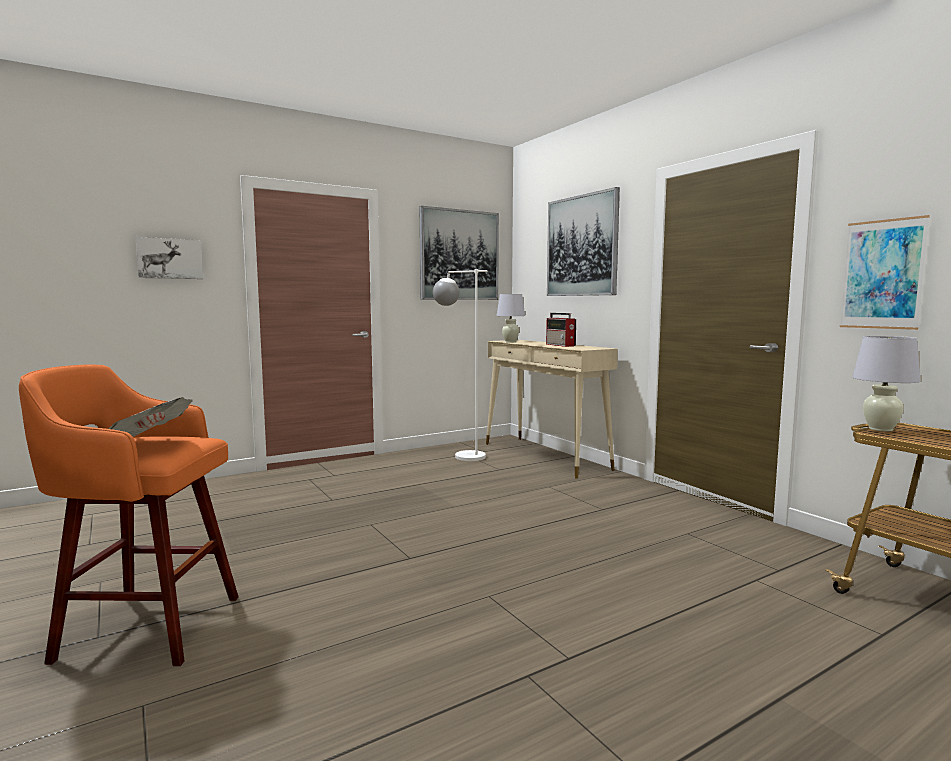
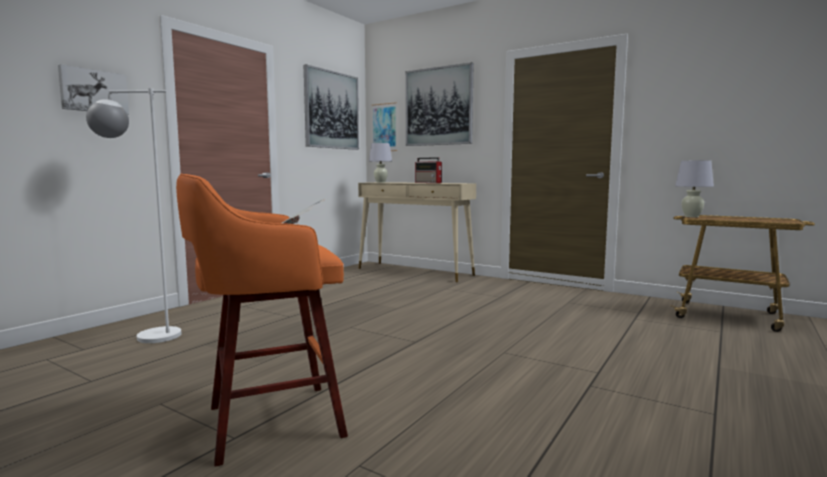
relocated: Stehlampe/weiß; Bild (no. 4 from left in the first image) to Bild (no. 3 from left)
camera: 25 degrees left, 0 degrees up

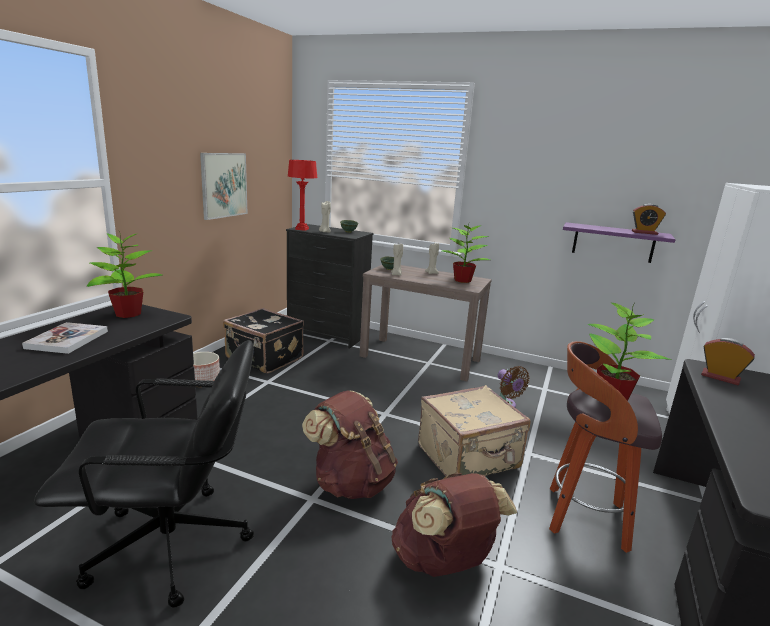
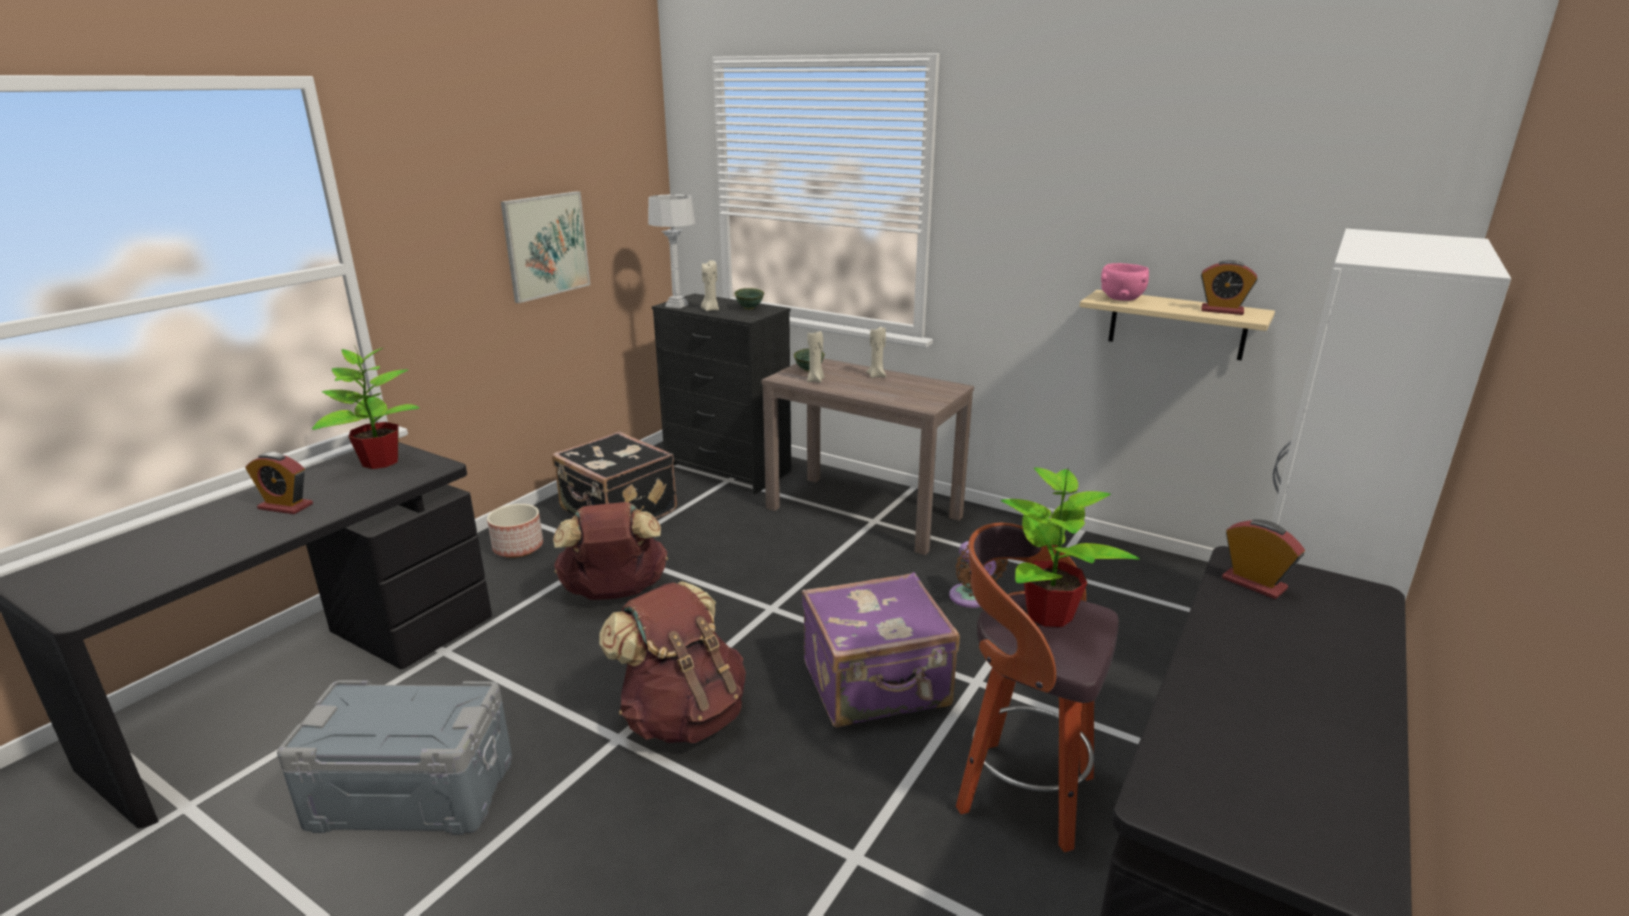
missing: Topfpflanze (no. 2 from left)
appeared: Schüssel/rosa
relocated: Rucksack/braun (no. 2 from left in the first image) to Rucksack/braun (no. 1 from left)
exchanged: Buch to Wecker (no. 1 from left); Bürostuhl/schwarz to Aufbewahrungsbox/grau
colour: Tischlampe/rot to Tischlampe/grau; Koffer/beige to Koffer/lila; Wandregal/lila to Wandregal/beige
camera: 10 degrees right, 5 degrees up

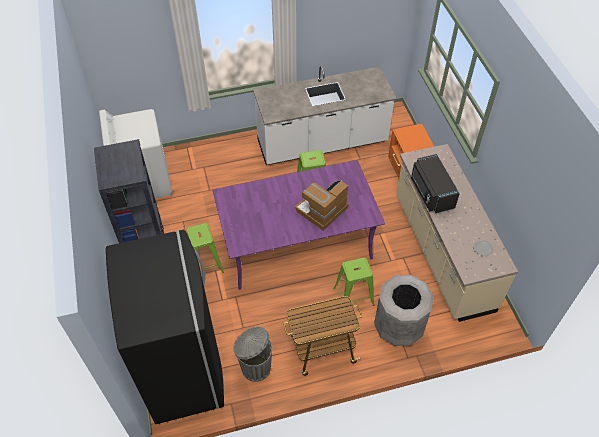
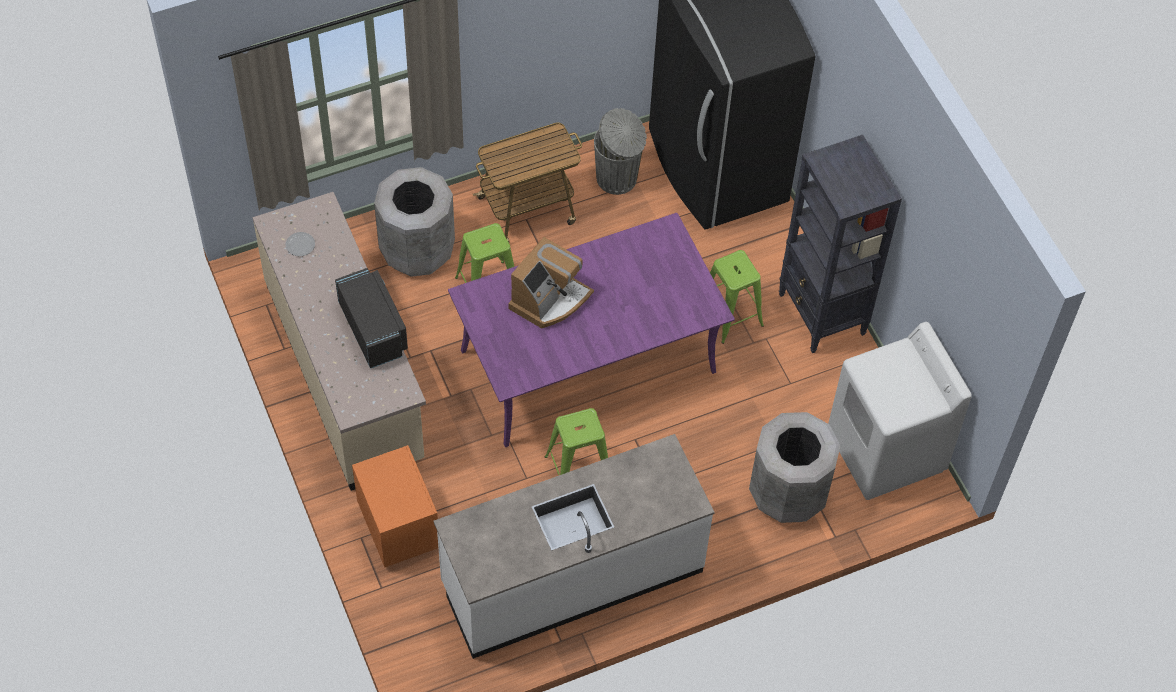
appeared: Mülleimer/grau (no. 3 from left)
camera: 170 degrees right, 5 degrees up

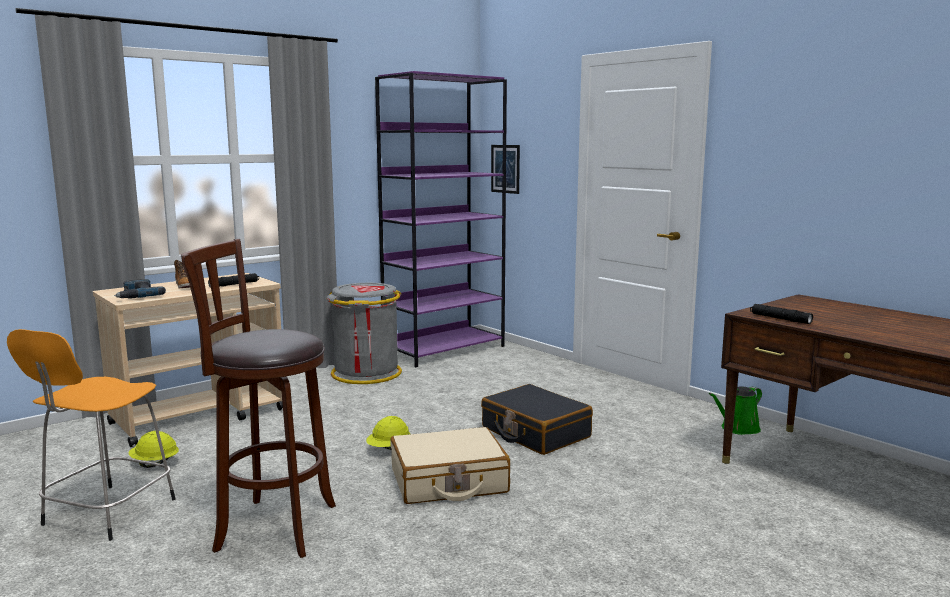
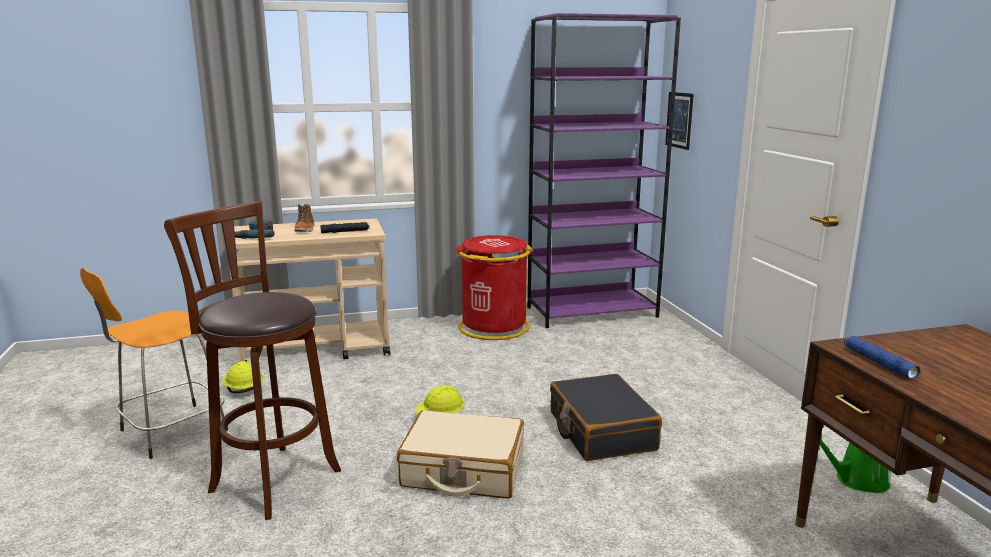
colour: Mülleimer/grau to Mülleimer/rot; Taschenlampe/schwarz (no. 2 from left) to Taschenlampe/blau
camera: 25 degrees right, 5 degrees up

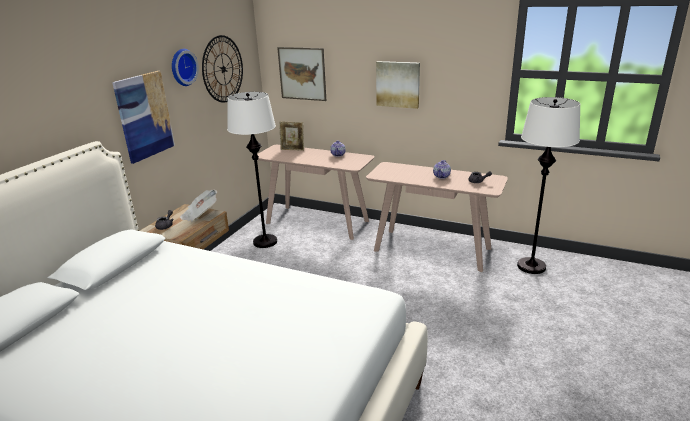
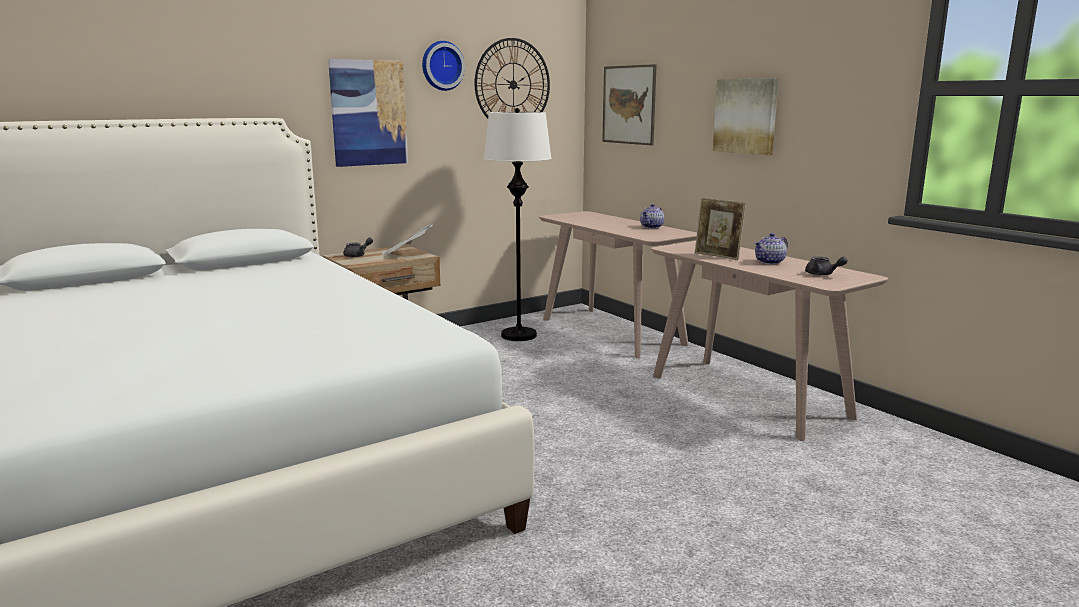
missing: Stehlampe/weiß (no. 2 from left)
relocated: Bilderrahmen
camera: 30 degrees right, 10 degrees down

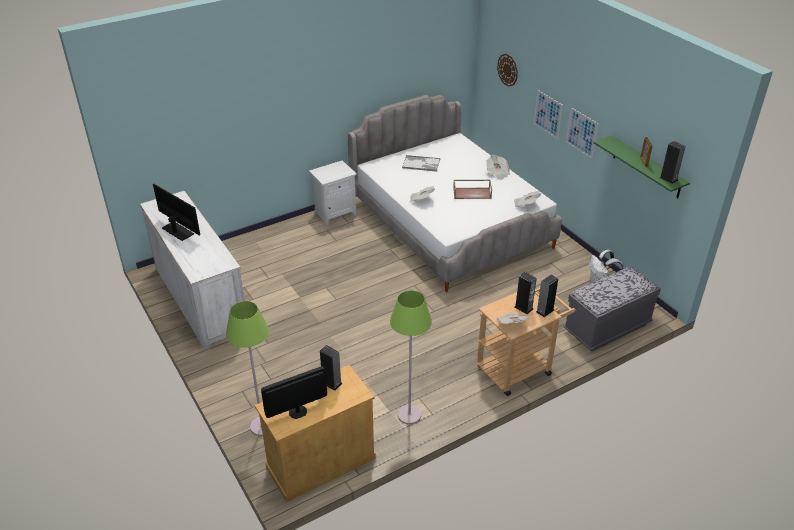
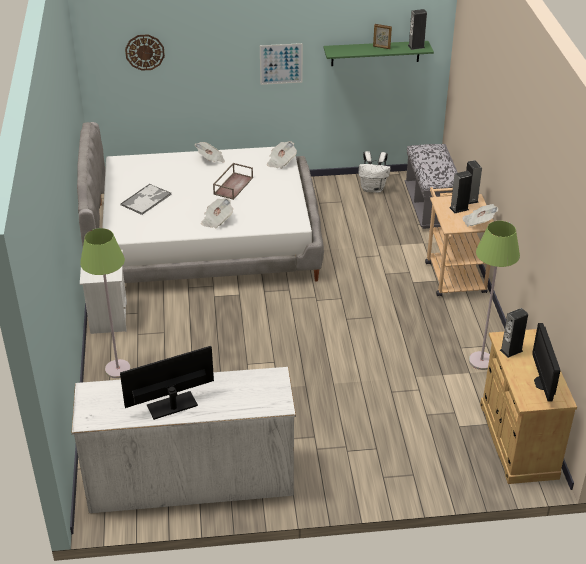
missing: Bild (no. 1 from left)
relocated: Stehlampe/grün (no. 1 from left)
camera: 65 degrees left, 0 degrees up

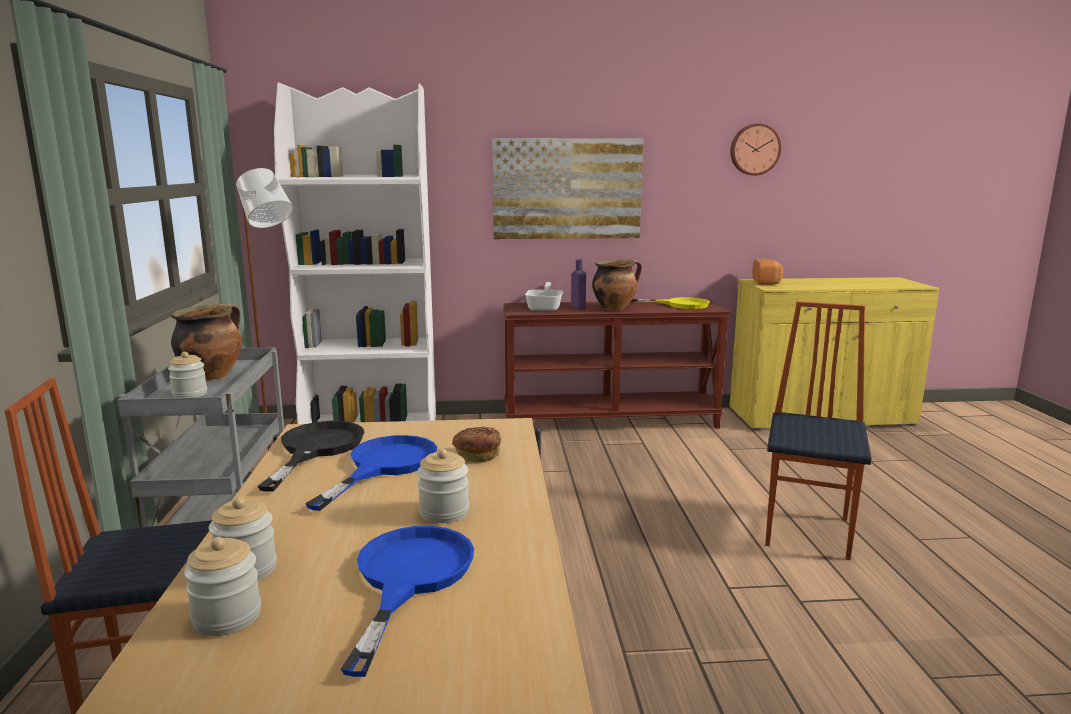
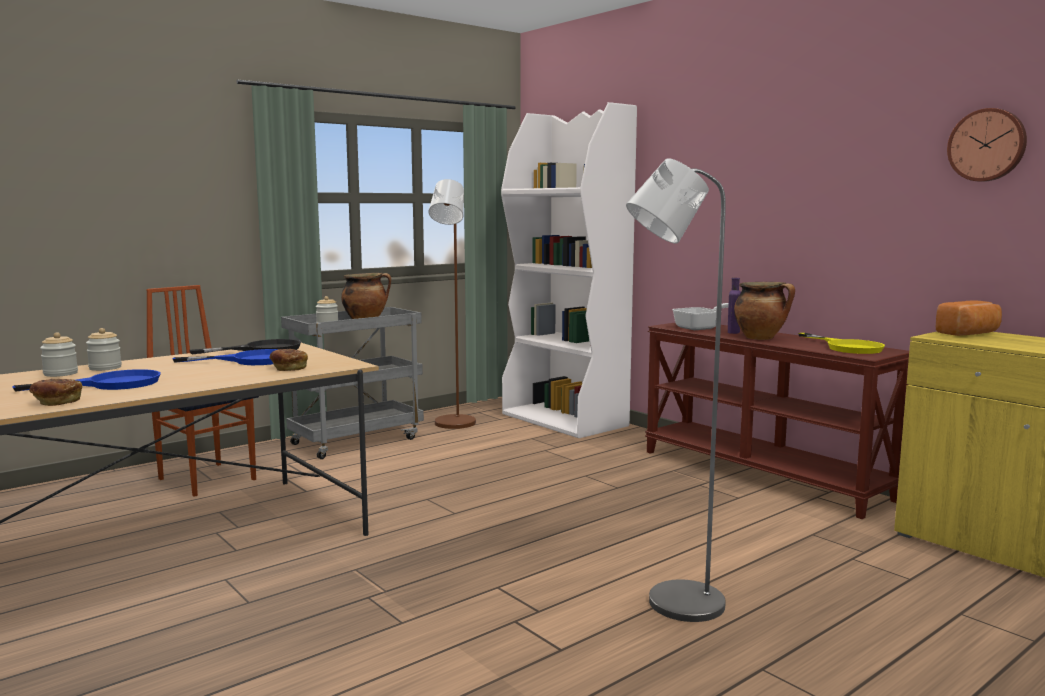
missing: Vorratsglas (no. 4 from left); Bild
appeared: Brot (no. 1 from left)
exchanged: Stuhl (no. 2 from left) to Stehlampe/grau
camera: 55 degrees right, 5 degrees down

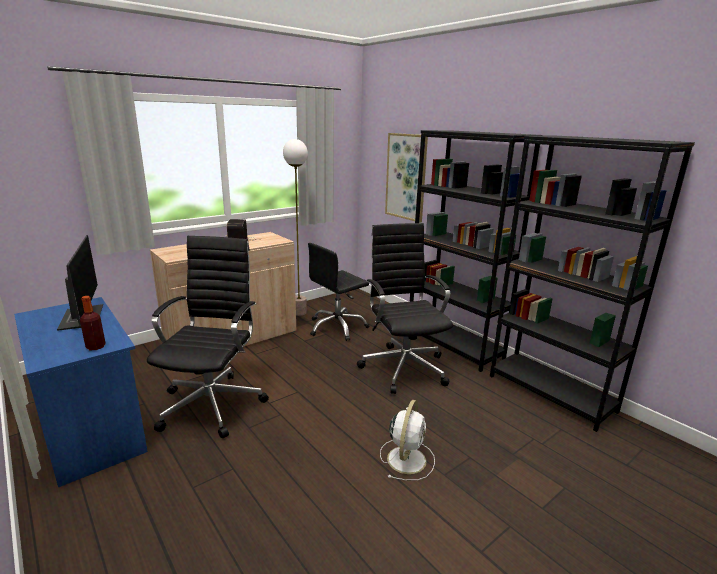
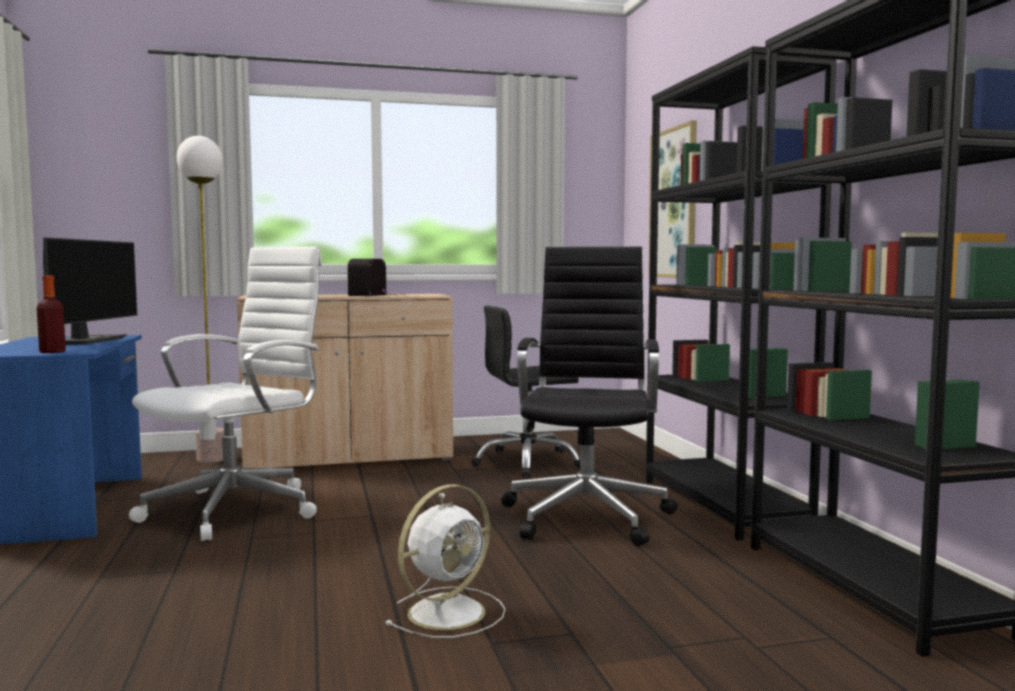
relocated: Stehlampe
colour: Bürostuhl/schwarz (no. 1 from left) to Bürostuhl/weiß
camera: 25 degrees right, 15 degrees down

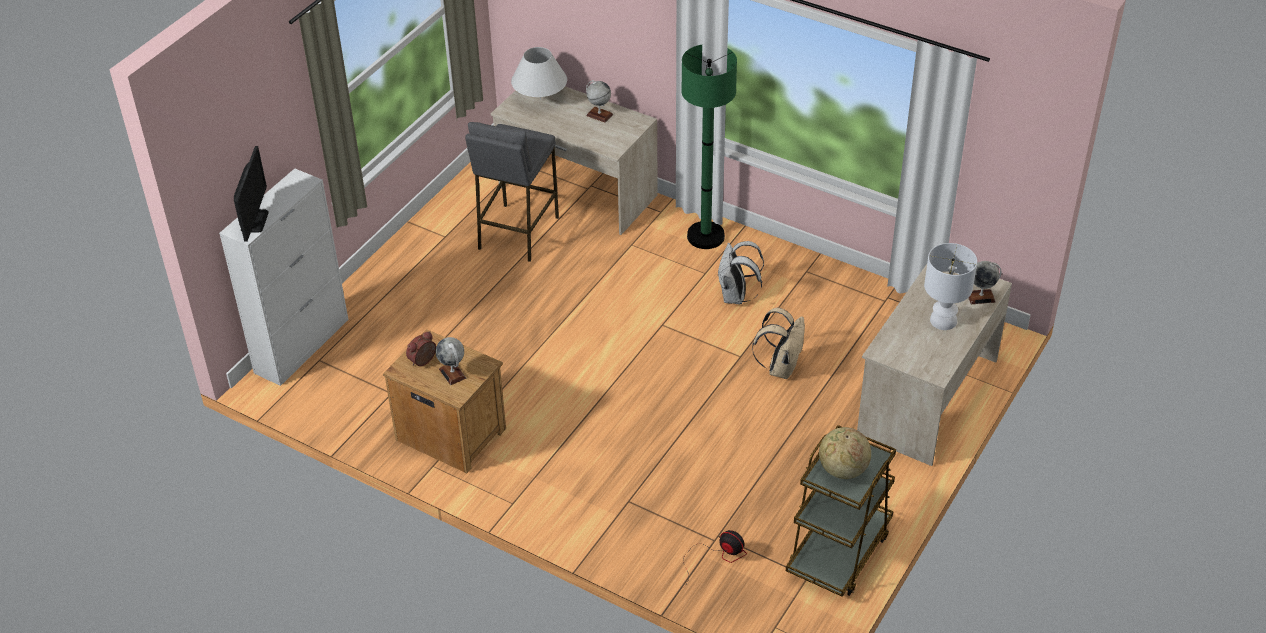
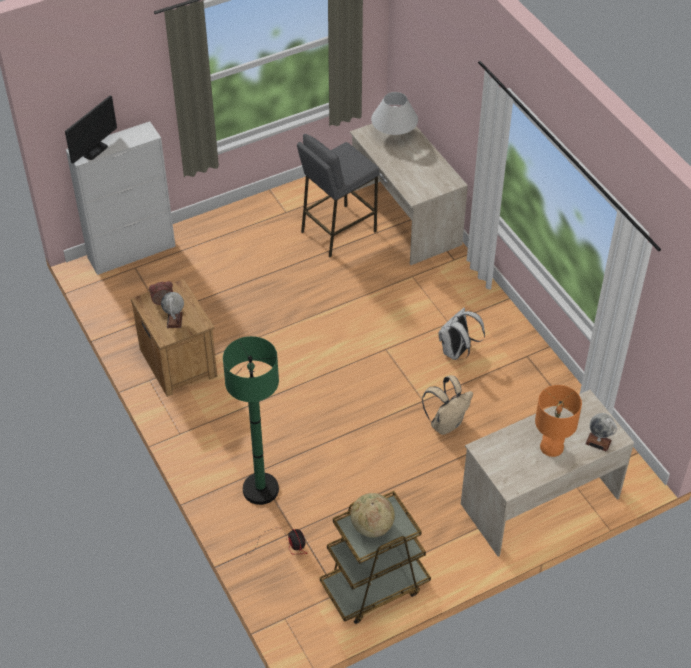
missing: Globus (no. 2 from left)
relocated: Stehlampe/grün
colour: Tischlampe/weiß (no. 2 from left) to Tischlampe/orange
camera: 30 degrees right, 5 degrees up

